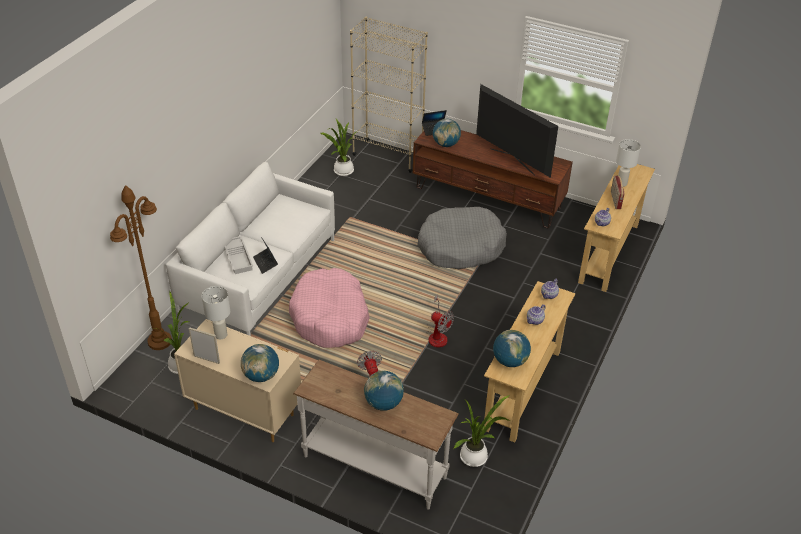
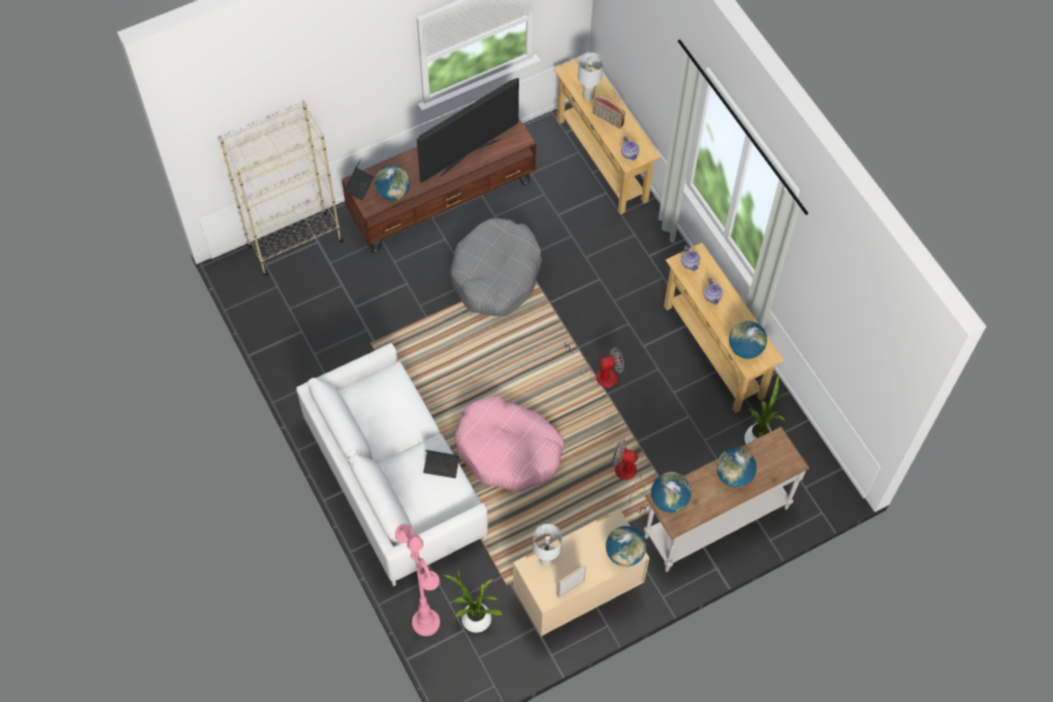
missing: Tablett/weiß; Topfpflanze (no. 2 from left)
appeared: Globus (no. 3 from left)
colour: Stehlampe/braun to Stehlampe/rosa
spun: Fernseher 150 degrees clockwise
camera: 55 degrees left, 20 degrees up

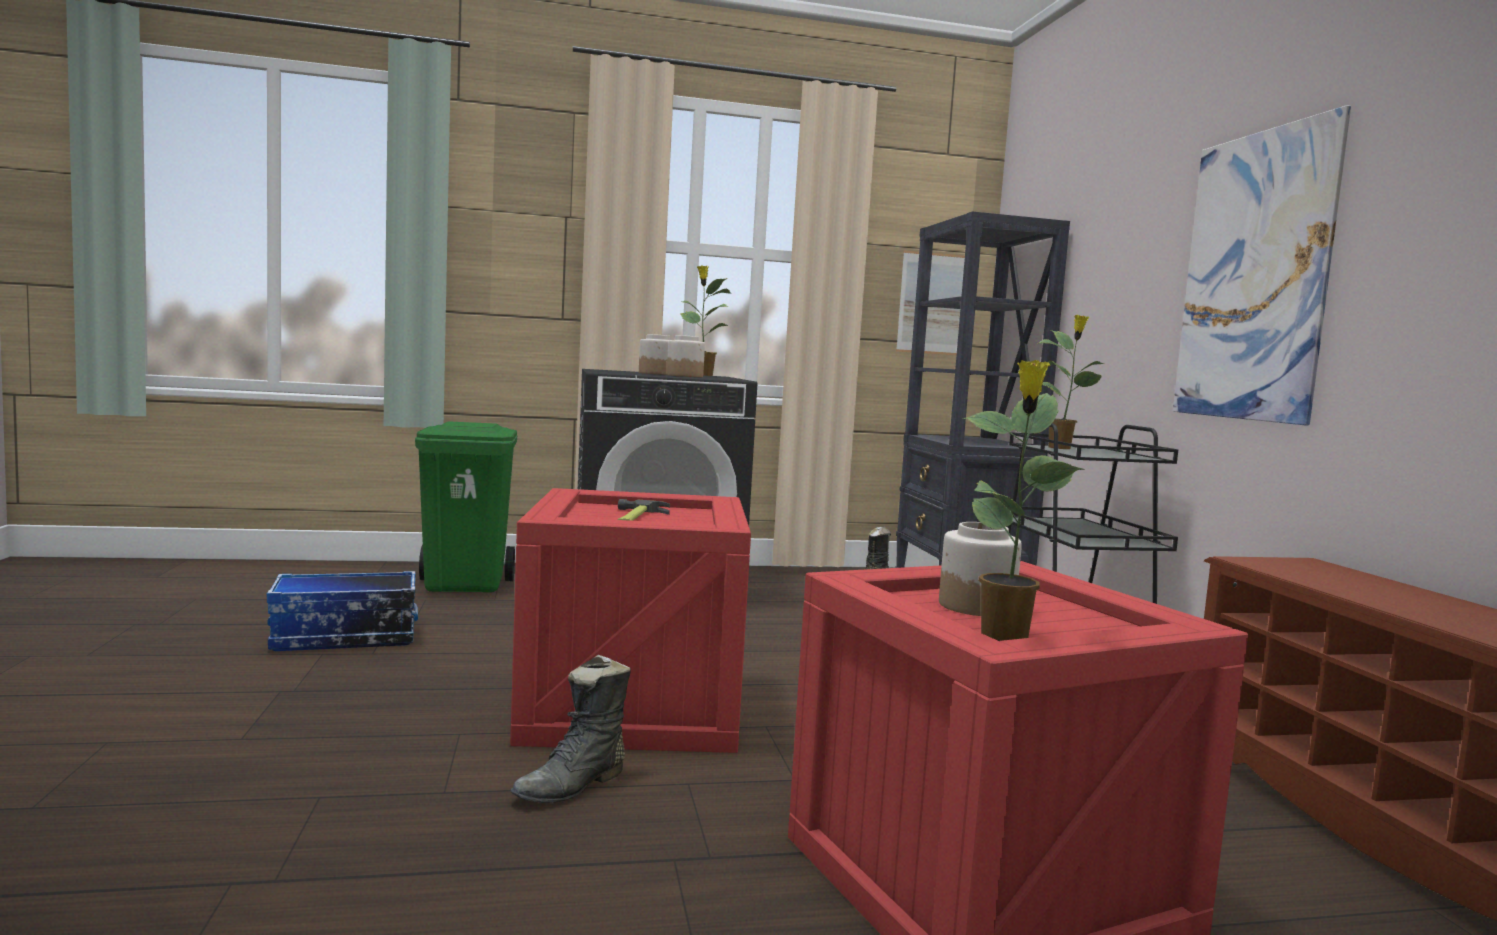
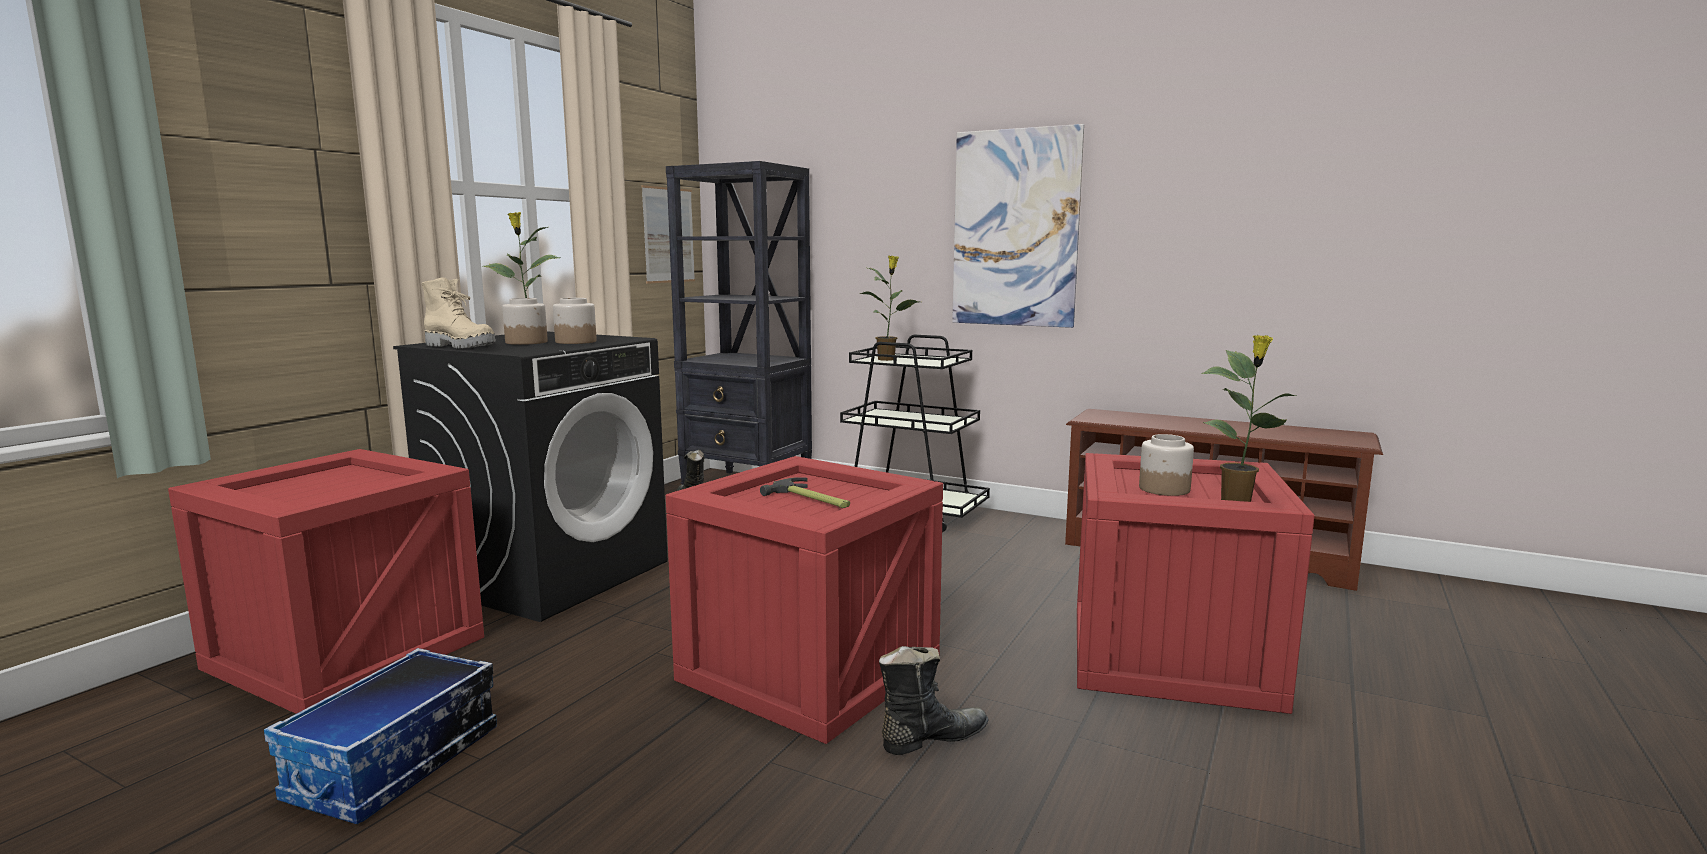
appeared: Stiefel/beige
exchanged: Mülleimer/grün to Kiste (no. 1 from left)
spun: Stiefel/schwarz (no. 1 from left in the first image) 105 degrees counterclockwise
camera: 50 degrees left, 5 degrees up

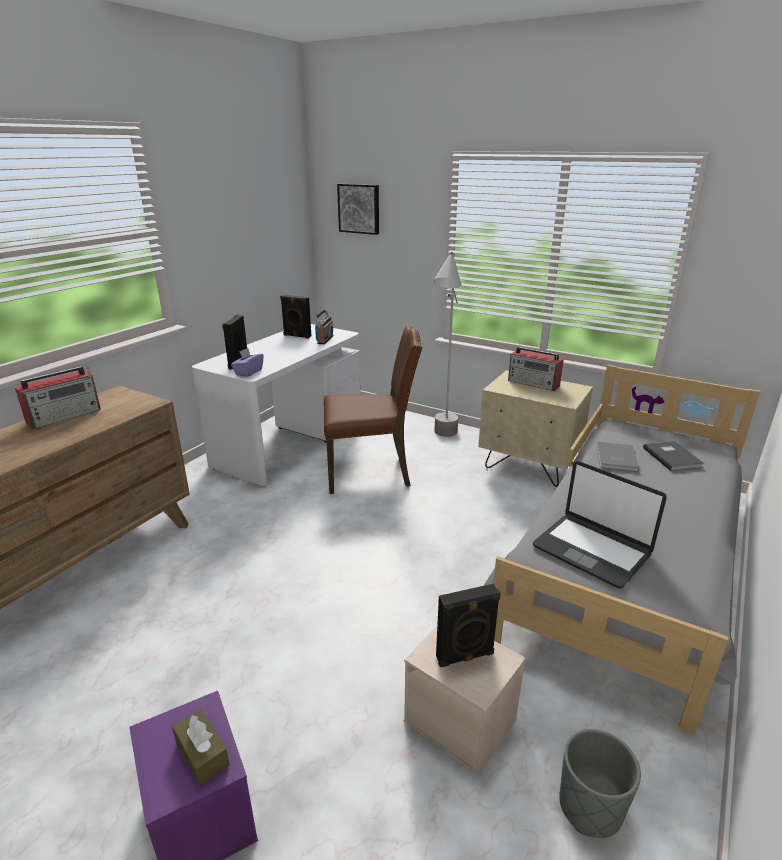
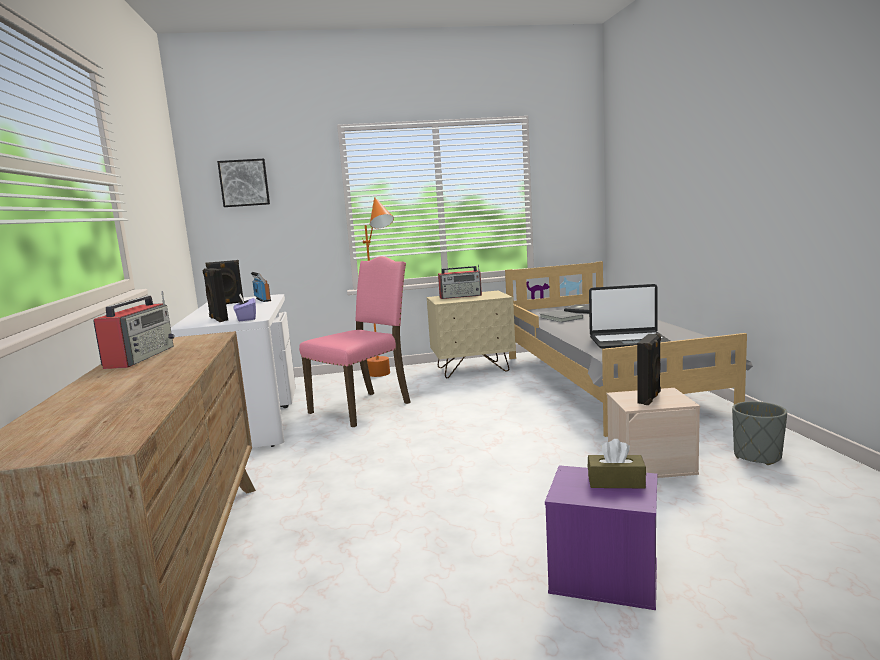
colour: Stuhl/braun to Stuhl/rosa; Stehlampe/grau to Stehlampe/orange
camera: 40 degrees left, 15 degrees down

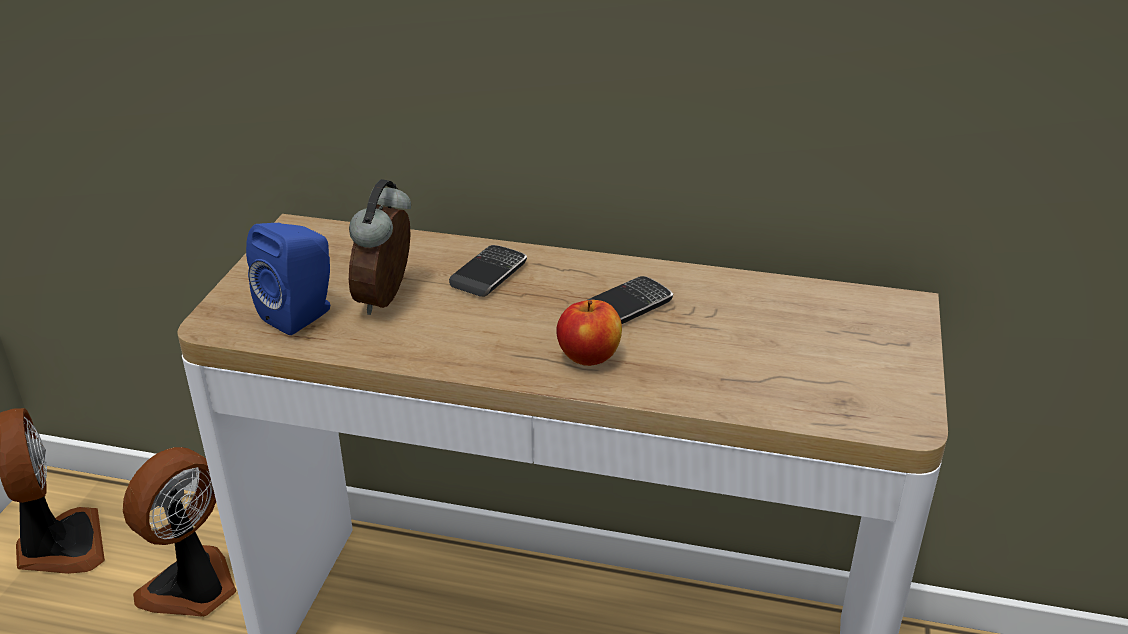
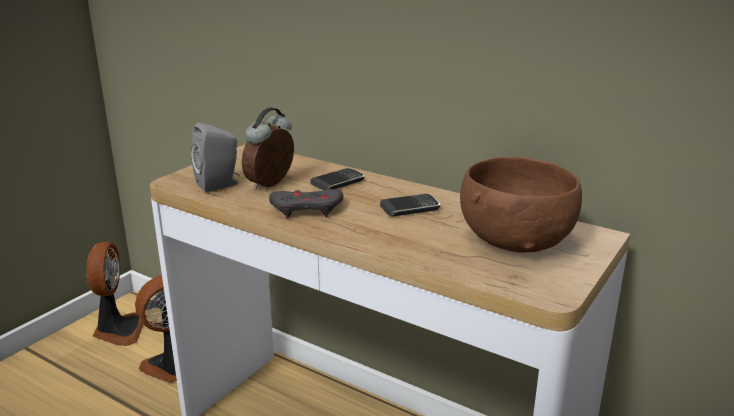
missing: Apfel
appeared: Gamepad/grau; Schüssel/braun
colour: Lautsprecher/blau to Lautsprecher/grau
camera: 20 degrees right, 10 degrees down

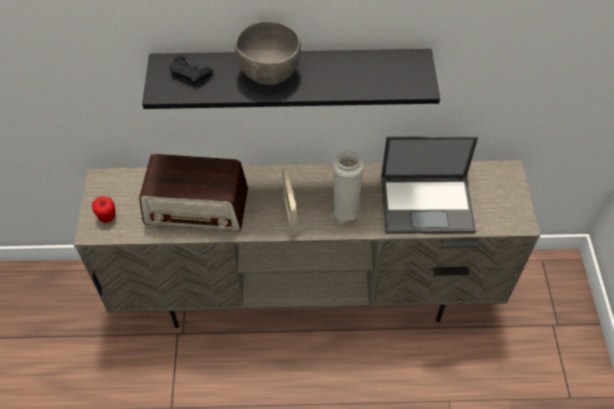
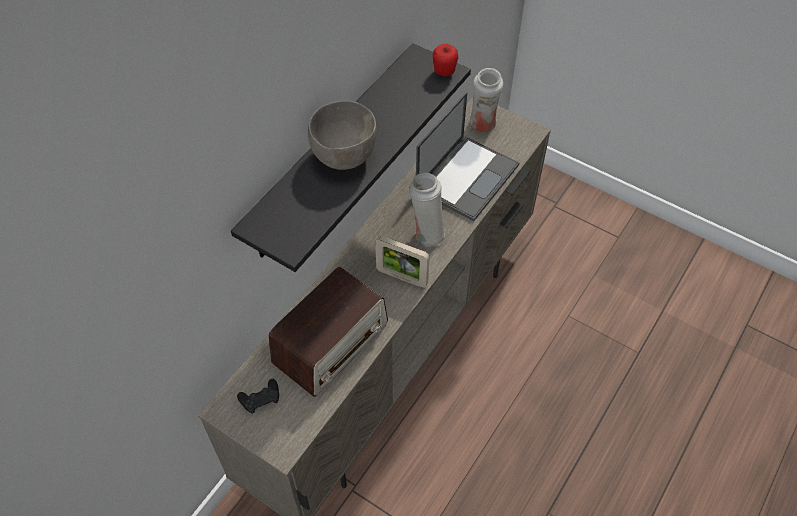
appeared: Vase/weiß (no. 2 from left)
relocated: Apfel; Gamepad/schwarz
camera: 55 degrees left, 0 degrees up

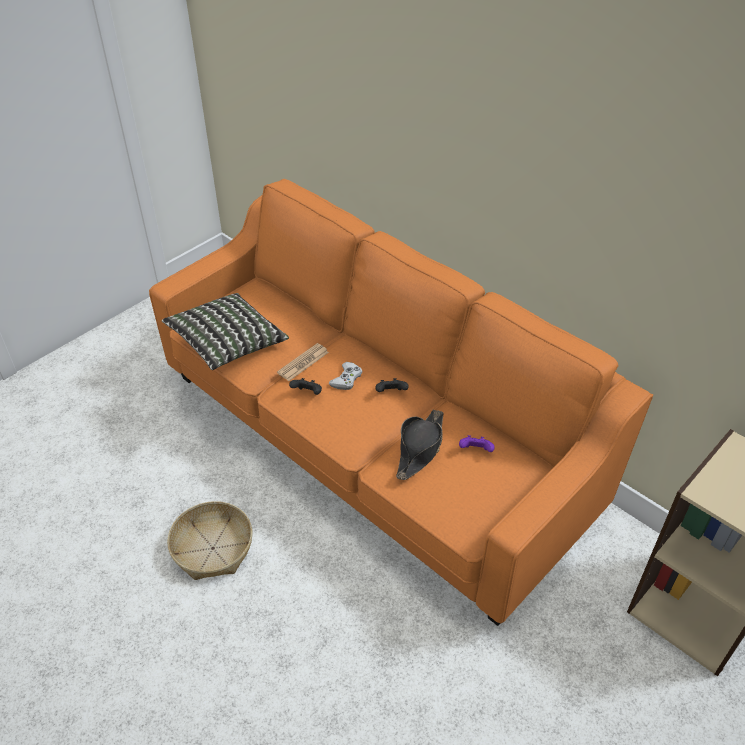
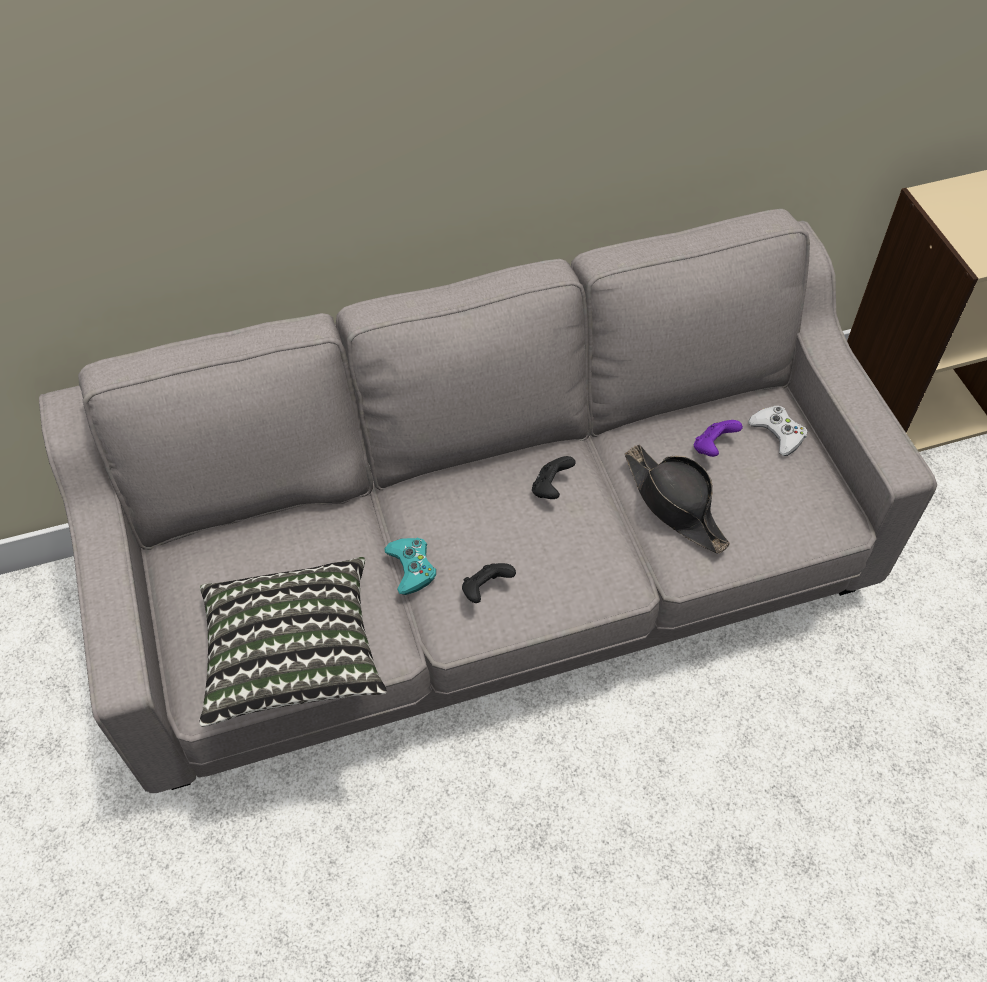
missing: Korb
relocated: Gamepad/weiß
exchanged: Zeitung to Gamepad/türkis
colour: Sofa/orange to Sofa/grau
camera: 60 degrees left, 10 degrees up

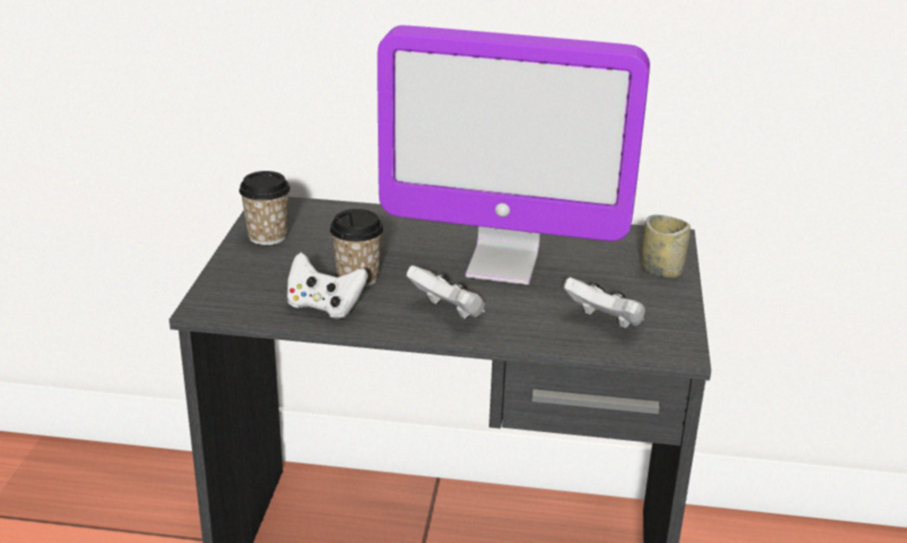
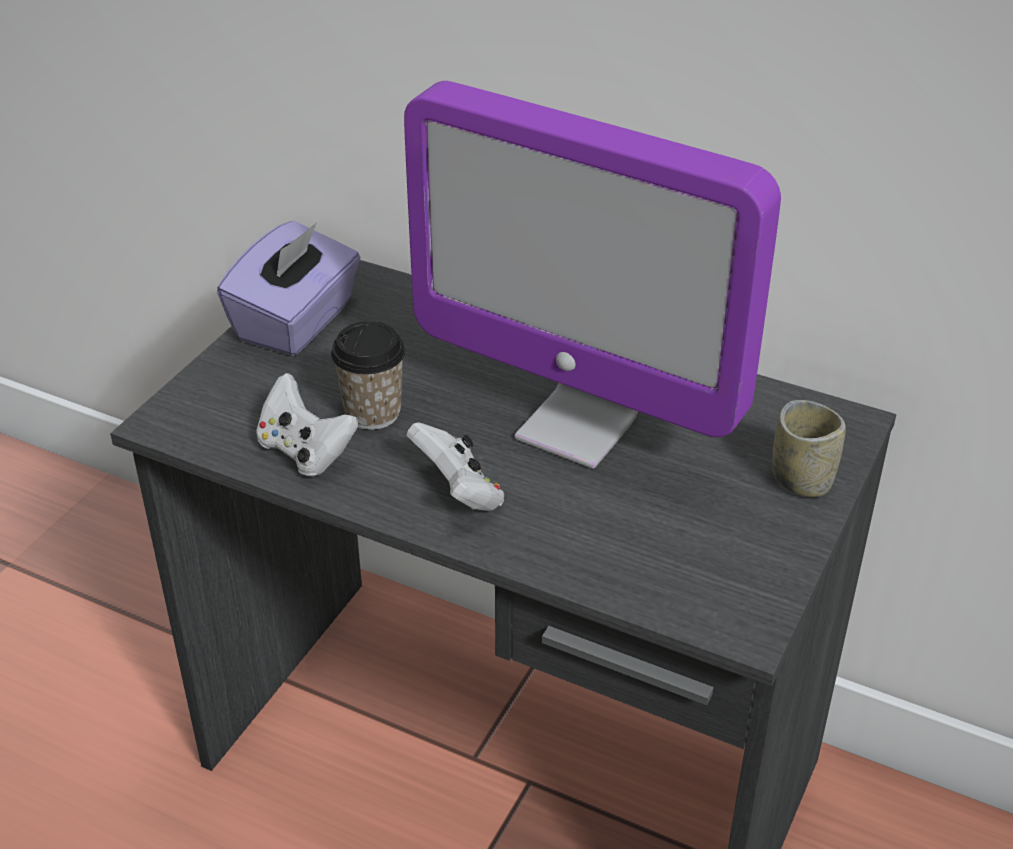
missing: Gamepad/weiß (no. 3 from left)
exchanged: Tasse (no. 1 from left) to Taschentuchbox/lila
camera: 20 degrees right, 10 degrees up

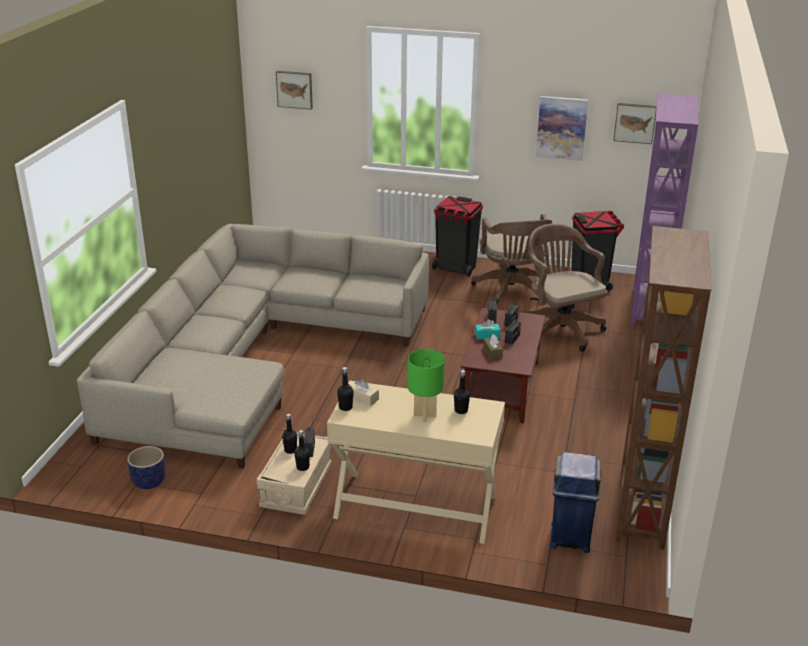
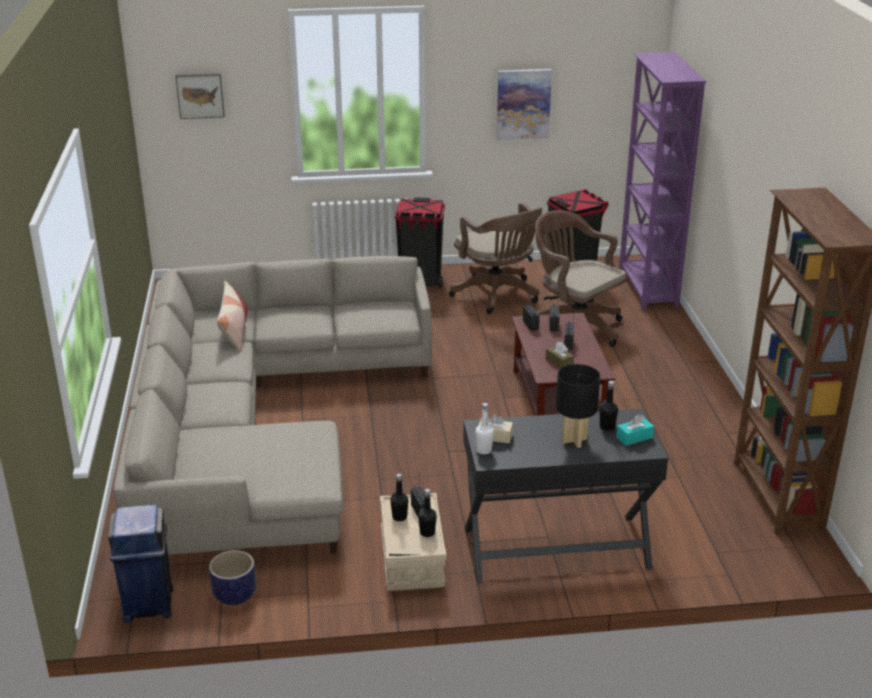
missing: Bild (no. 3 from left)
appeared: Kissen
relocated: Taschentuchbox/türkis; Mülleimer/blau
colour: Schreibtisch/beige to Schreibtisch/schwarz; Flasche/schwarz (no. 3 from left) to Flasche/weiß; Tischlampe/grün to Tischlampe/schwarz
camera: 20 degrees left, 0 degrees up

